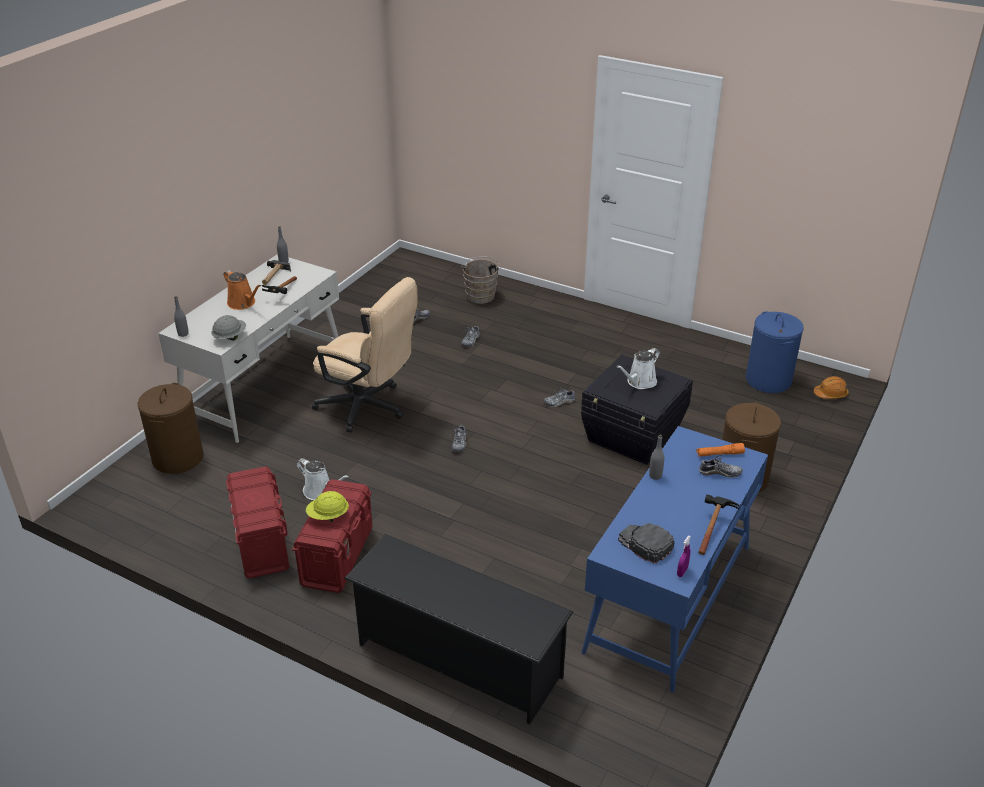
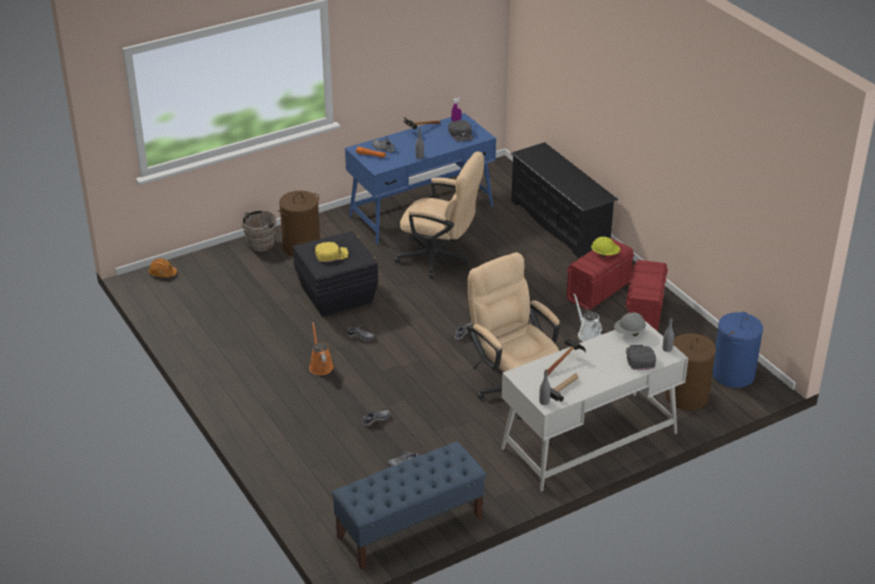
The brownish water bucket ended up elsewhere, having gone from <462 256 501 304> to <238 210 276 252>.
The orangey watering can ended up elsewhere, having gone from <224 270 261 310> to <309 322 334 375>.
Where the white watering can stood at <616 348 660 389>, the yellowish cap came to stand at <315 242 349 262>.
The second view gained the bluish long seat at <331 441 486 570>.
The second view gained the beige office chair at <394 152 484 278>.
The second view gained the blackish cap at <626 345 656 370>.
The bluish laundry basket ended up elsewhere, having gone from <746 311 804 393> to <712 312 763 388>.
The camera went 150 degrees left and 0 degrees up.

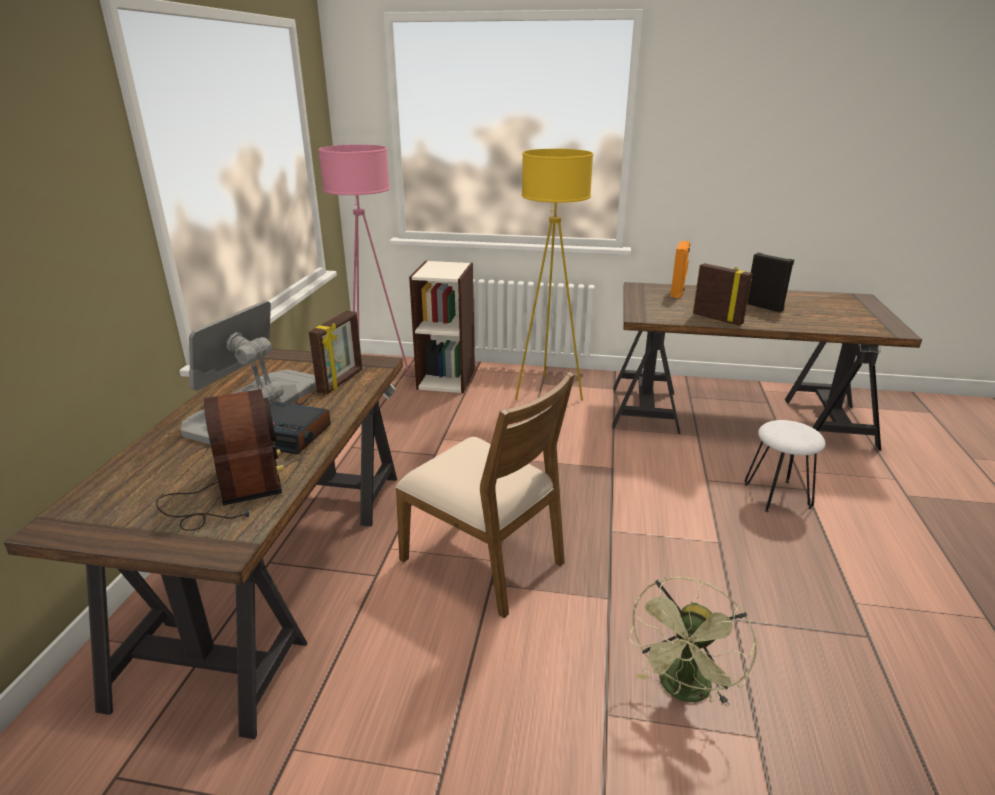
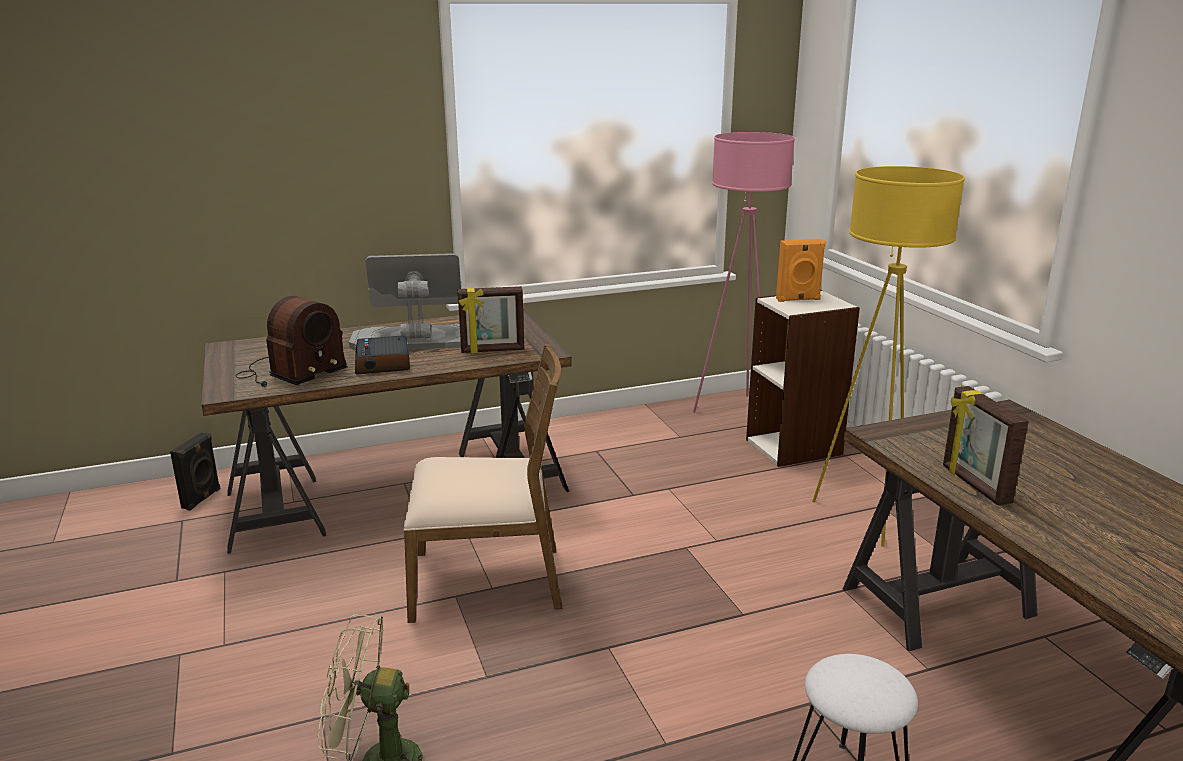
The blackish audio speaker ended up elsewhere, having gone from <747 253 794 312> to <170 432 220 511>.
The brownish plain chair at <395 371 575 618> ended up facing another way, 105 degrees counterclockwise from before.
The orangey audio speaker ended up elsewhere, having gone from <670 241 691 298> to <776 239 826 302>.
The standing frame at <693 263 753 326> ended up facing another way, 150 degrees clockwise from before.
The camera went 60 degrees right and 5 degrees down.

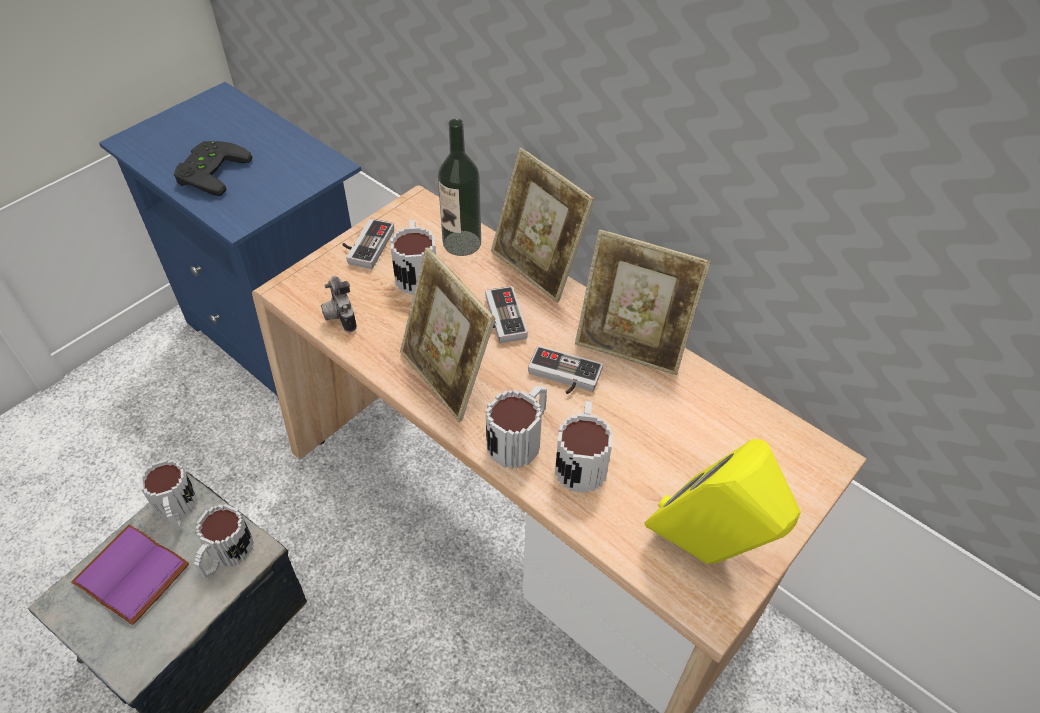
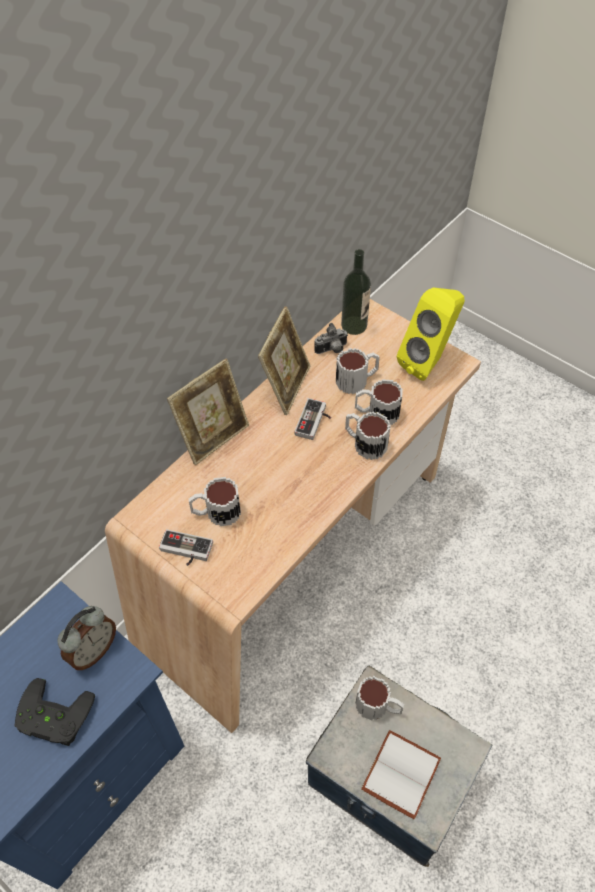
The second view gained the alarm clock at <57 606 116 670>.
The photo camera ended up elsewhere, having gone from <321 276 357 332> to <314 323 348 354>.
The tea mug ended up elsewhere, having gone from <140 459 197 531> to <336 348 380 394>.
The bottle ended up elsewhere, having gone from <438 119 481 256> to <341 249 371 335>.
What was the purplish bound book at <71 525 189 625> turned into the white bound book at <361 730 441 819>.
The second view lost the standing frame at <400 247 496 422>.
The second view lost the joypad at <485 286 528 343>.
The camera went 90 degrees left and 5 degrees up.

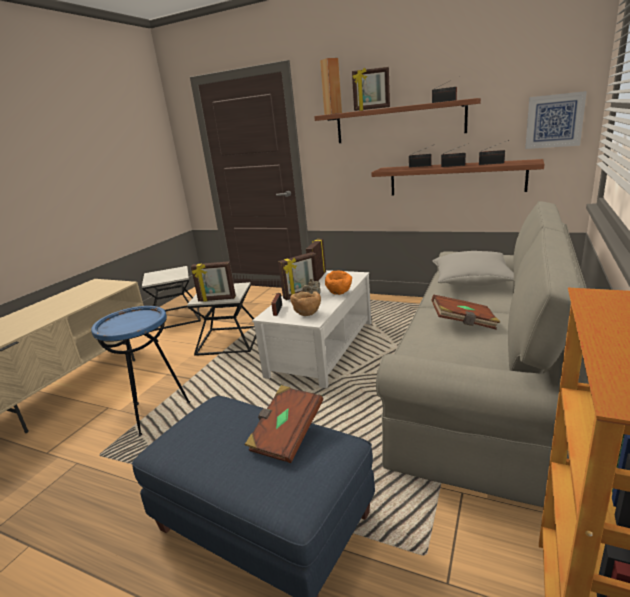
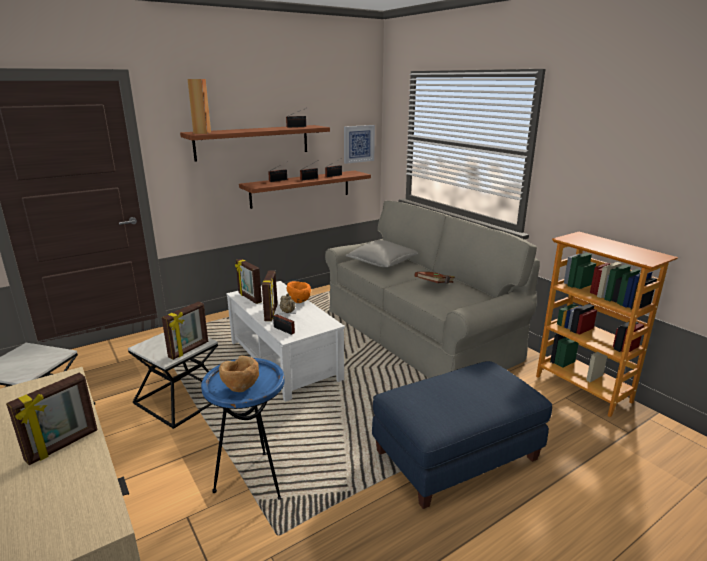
The standing frame ended up elsewhere, having gone from <352 67 390 111> to <6 372 98 465>.
The brownish bowl ended up elsewhere, having gone from <290 291 321 316> to <219 356 259 392>.
The second view lost the brownish bound book at <245 385 323 463>.
The camera went 60 degrees left and 0 degrees up.

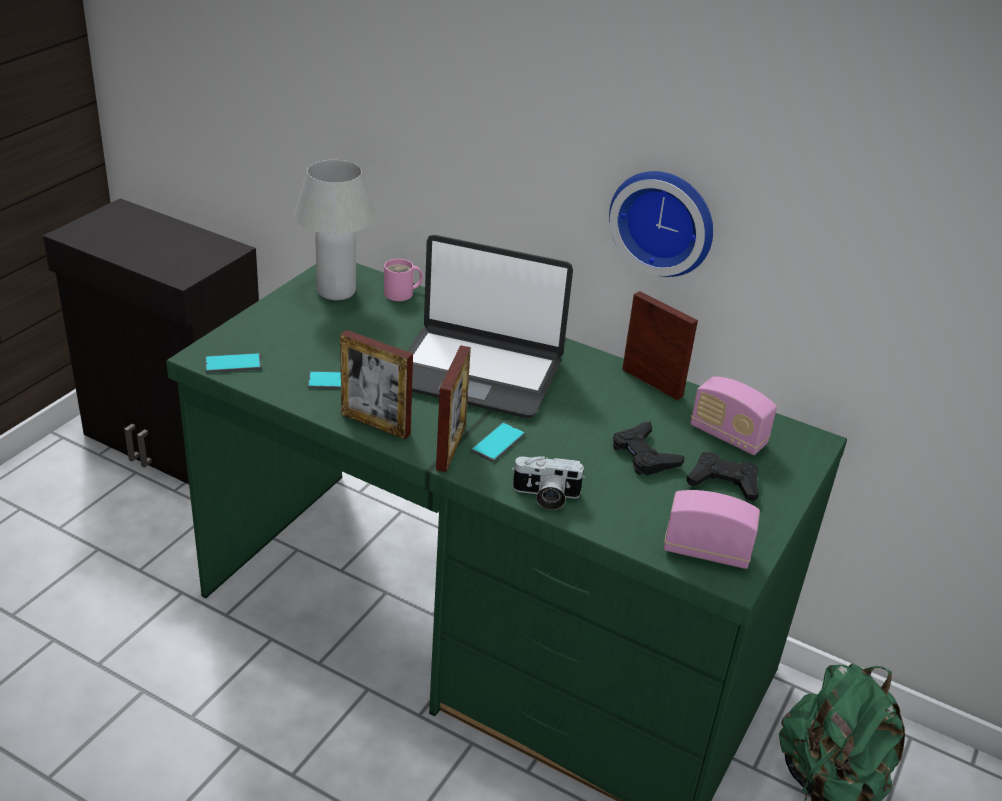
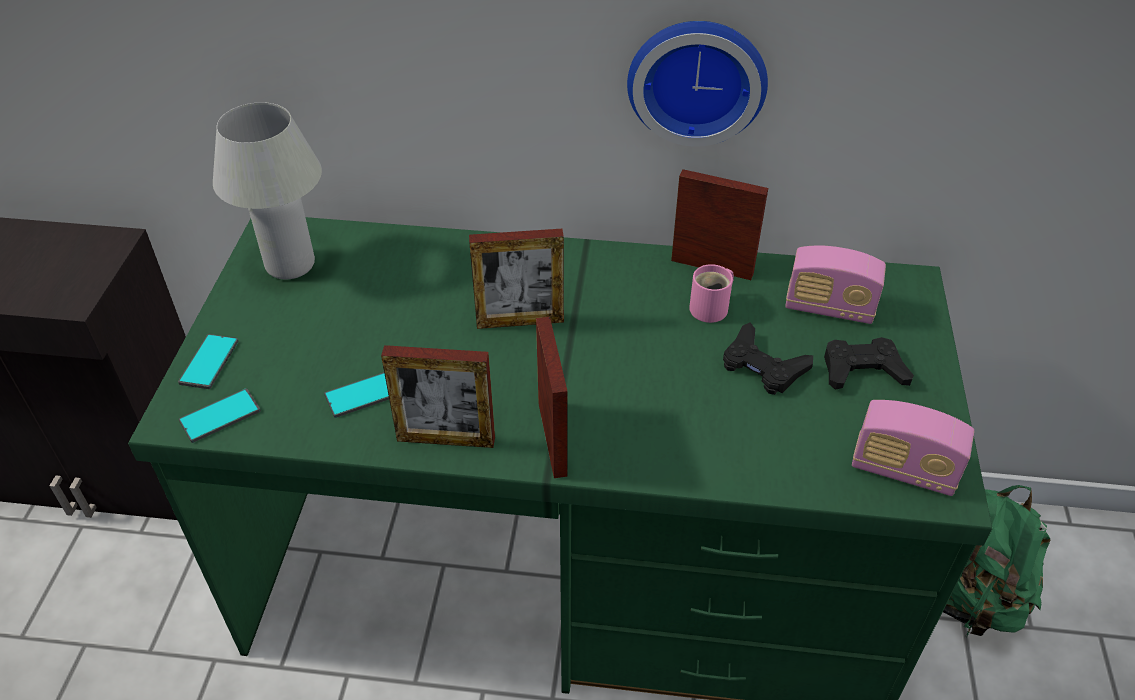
The phone ended up elsewhere, having gone from <471 422 525 462> to <178 334 239 389>.
Where the notebook computer stood at <407 235 573 418>, the standing frame came to stand at <469 229 564 329>.
The pink tea mug ended up elsewhere, having gone from <384 259 423 301> to <689 264 734 323>.
The radio receiver at <664 490 760 569> ended up facing another way, 150 degrees counterclockwise from before.
The second view lost the photo camera at <512 456 585 510>.
The camera went 20 degrees left and 10 degrees up.

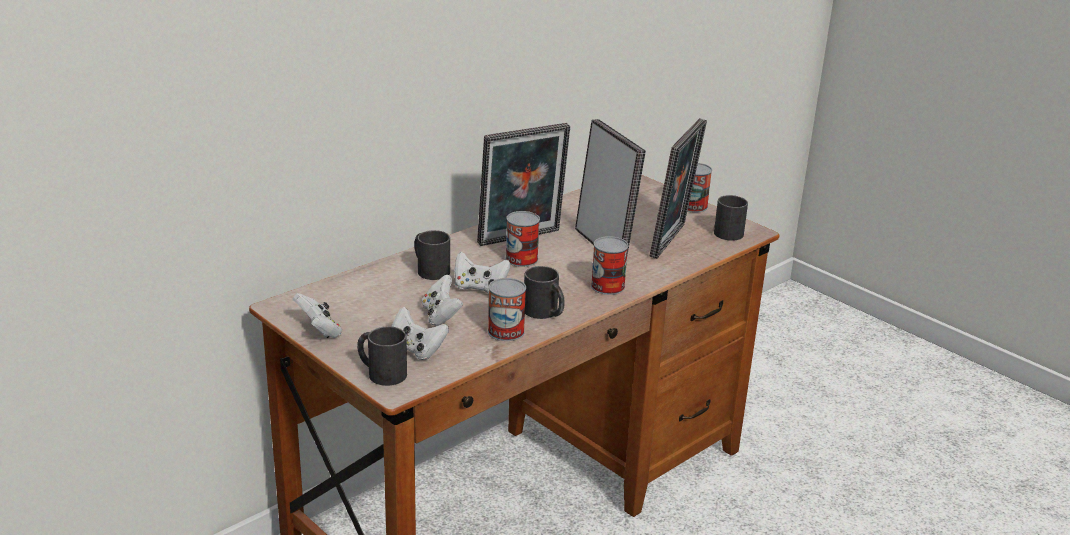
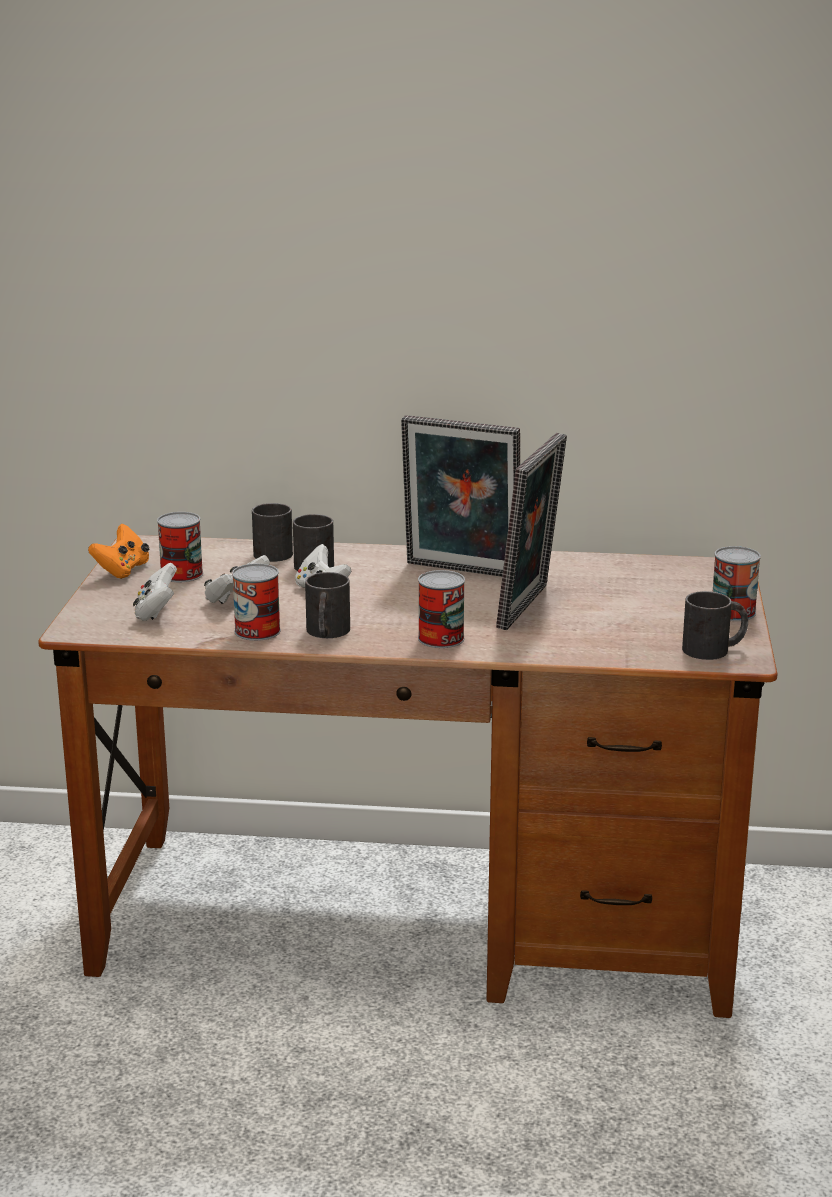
What was the white joypad at <293 293 342 338> turned into the orangey joypad at <88 524 149 579>.
The sealed can ended up elsewhere, having gone from <505 211 540 267> to <157 512 203 582>.
The blackish tea mug ended up elsewhere, having gone from <357 326 407 386> to <252 503 293 562>.
The second view lost the standing frame at <649 118 707 259>.
The camera went 50 degrees right and 5 degrees down.

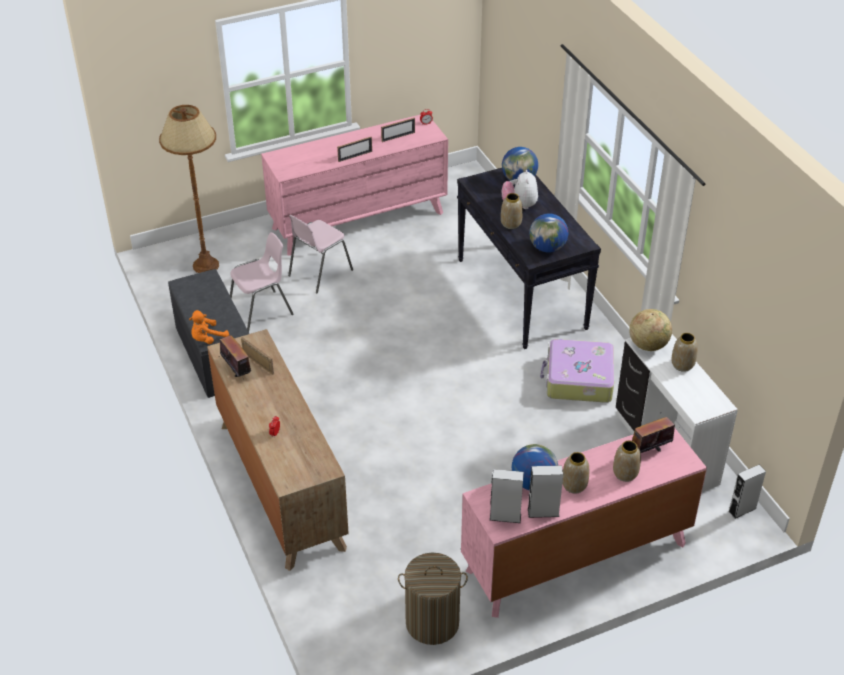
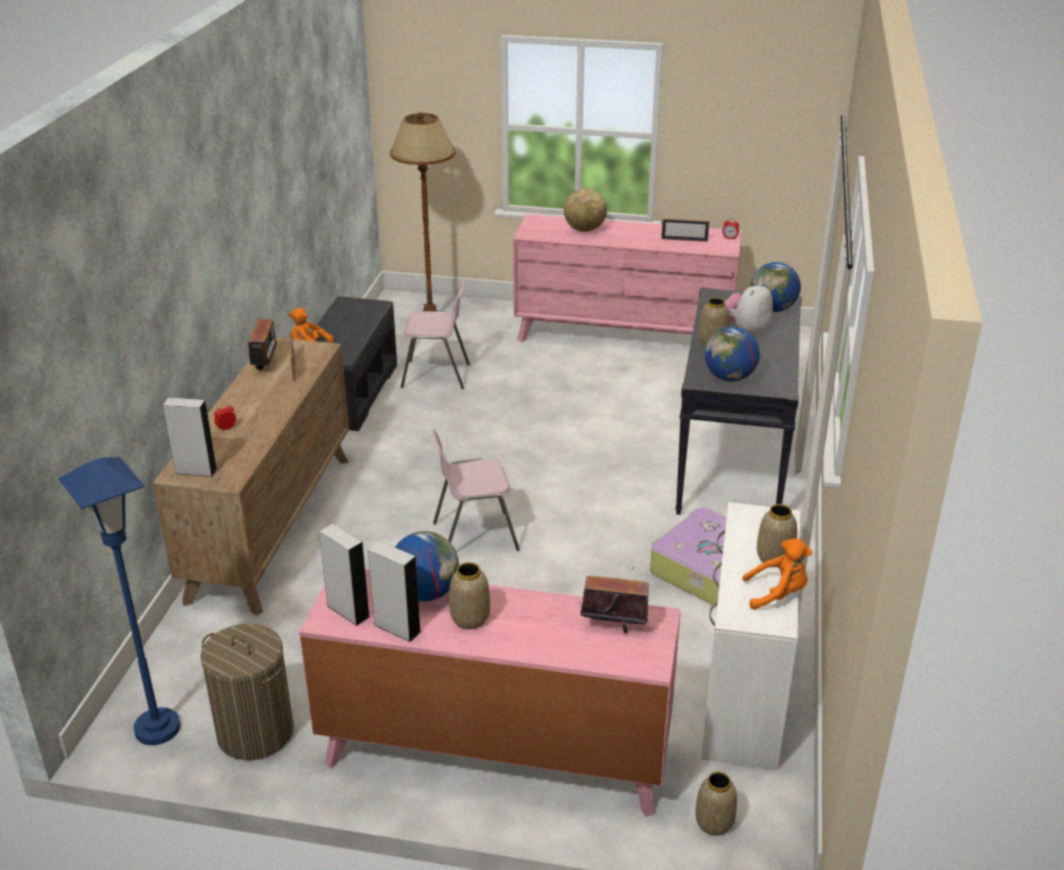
The second view gained the bluish standard lamp at <59 457 180 745>.
The grey audio speaker ended up elsewhere, having gone from <728 465 766 518> to <163 397 217 477>.
The pink plain chair ended up elsewhere, having gone from <288 215 353 293> to <431 429 520 551>.
The desk globe ended up elsewhere, having gone from <629 309 672 351> to <564 188 607 232>.
The decorative vase ended up elsewhere, having gone from <613 441 641 482> to <695 772 737 836>.
The second view gained the orangey soft toy at <742 539 812 610>.
The second view lost the standing frame at <337 137 372 162>.
The camera went 35 degrees right and 10 degrees down.

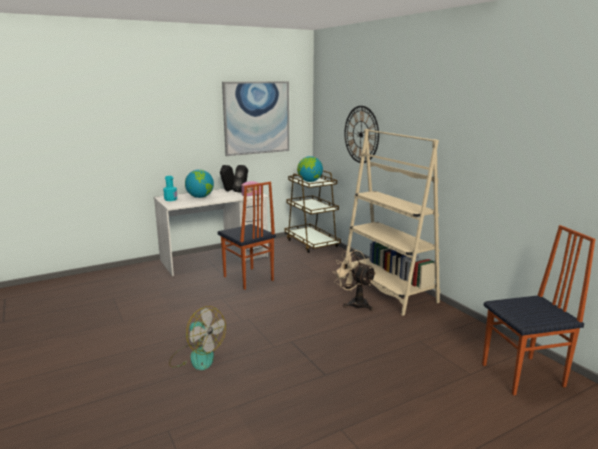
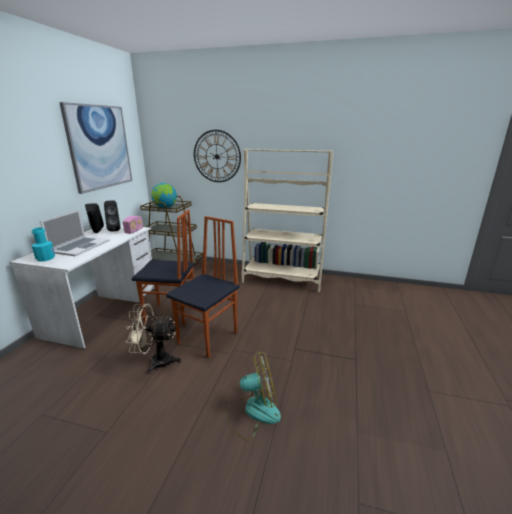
Where the desk globe stood at <185 169 214 198>, the notebook computer came to stand at <40 210 110 257>.
The beige electric fan ended up elsewhere, having gone from <333 249 376 311> to <125 304 181 374>.
The plain chair ended up elsewhere, having gone from <482 225 596 395> to <166 216 240 358>.
The camera went 45 degrees left and 5 degrees up.

